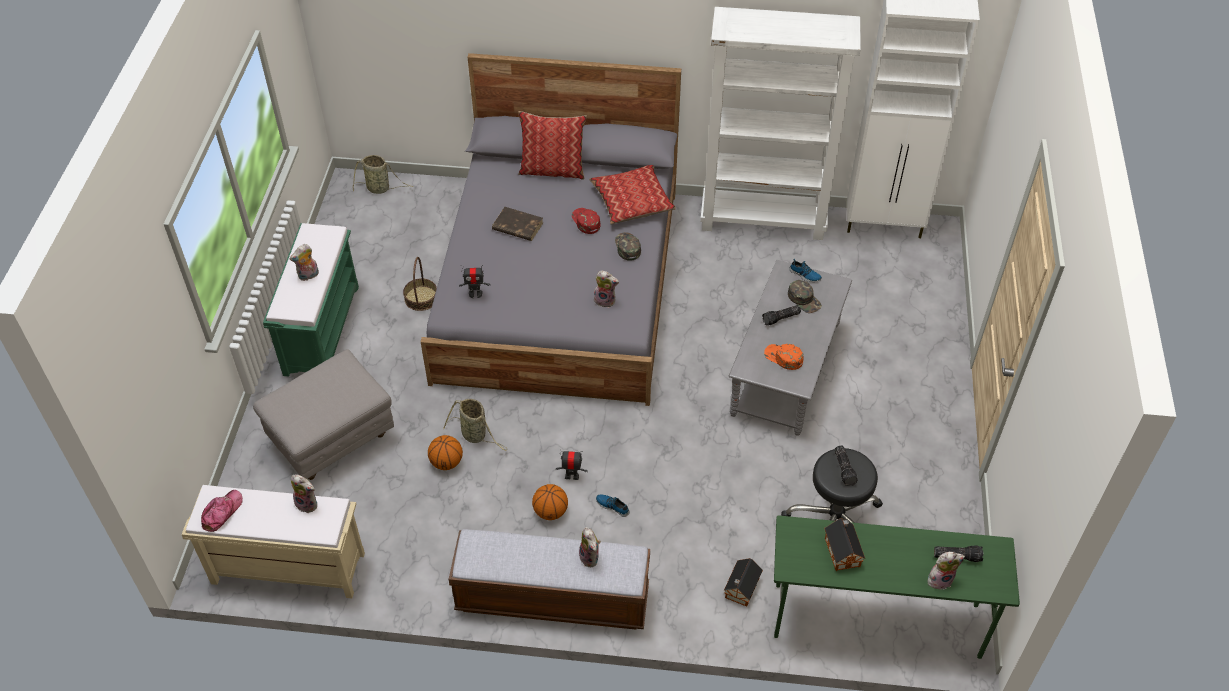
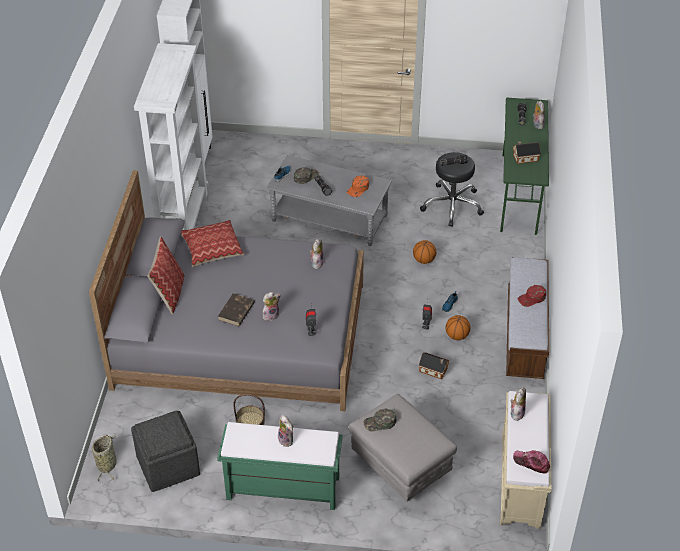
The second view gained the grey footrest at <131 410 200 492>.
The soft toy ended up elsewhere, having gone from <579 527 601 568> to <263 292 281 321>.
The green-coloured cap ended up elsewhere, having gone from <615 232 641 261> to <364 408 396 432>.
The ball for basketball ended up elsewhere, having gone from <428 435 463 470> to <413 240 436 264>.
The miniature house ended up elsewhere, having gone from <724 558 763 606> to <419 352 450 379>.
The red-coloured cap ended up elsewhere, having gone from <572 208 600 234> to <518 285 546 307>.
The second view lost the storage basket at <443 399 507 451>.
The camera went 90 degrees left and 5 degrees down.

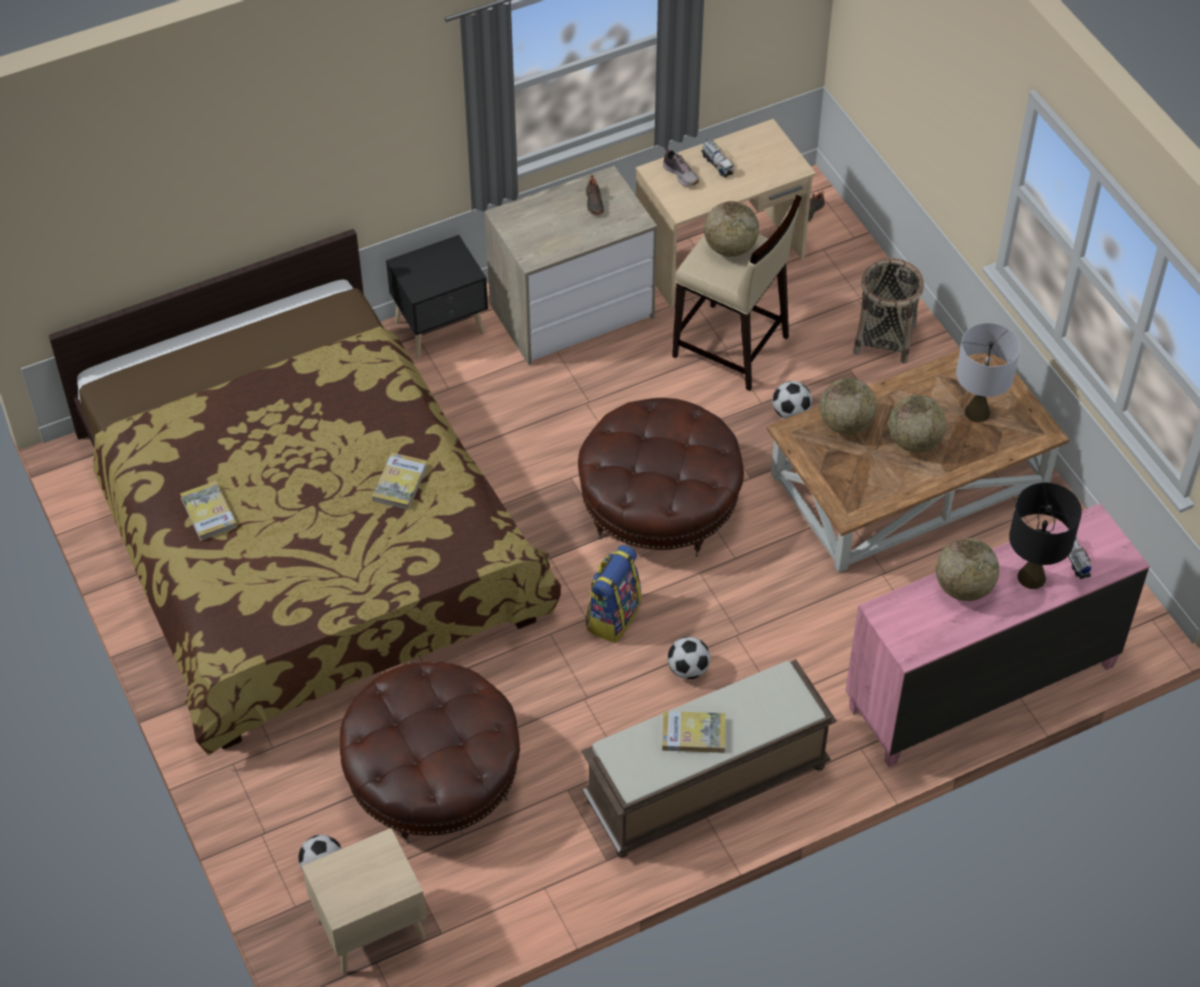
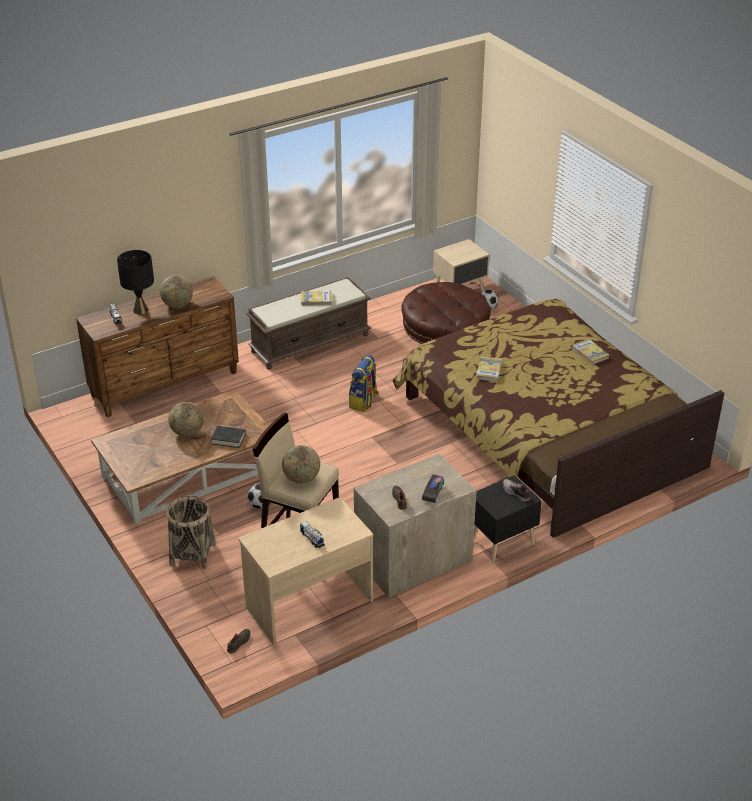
What was the pink drawer chest at <845 504 1150 767> turned into the brownish drawer chest at <76 276 239 417>.
Where the desk globe stood at <820 378 877 435>, the blackish bound book came to stand at <211 426 246 448>.
The second view gained the toy truck at <422 474 444 503>.
The low shoe ended up elsewhere, having gone from <663 147 699 186> to <503 479 531 502>.
The second view lost the brownish footrest at <578 398 744 556>.
The second view lost the football at <668 637 710 679>.
The second view lost the grey tabletop lamp at <956 323 1020 422>.
The camera went 175 degrees right and 15 degrees down.

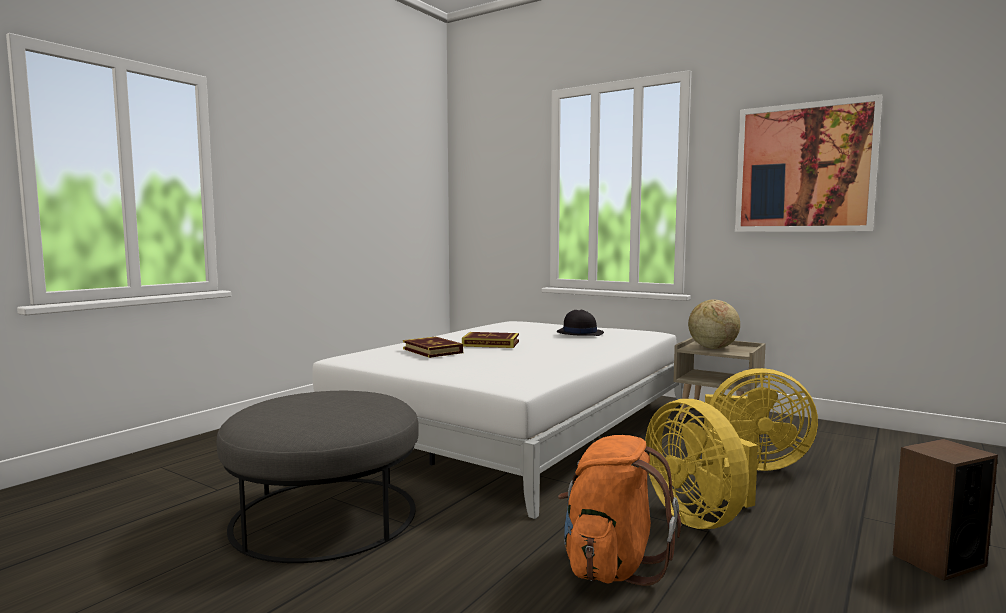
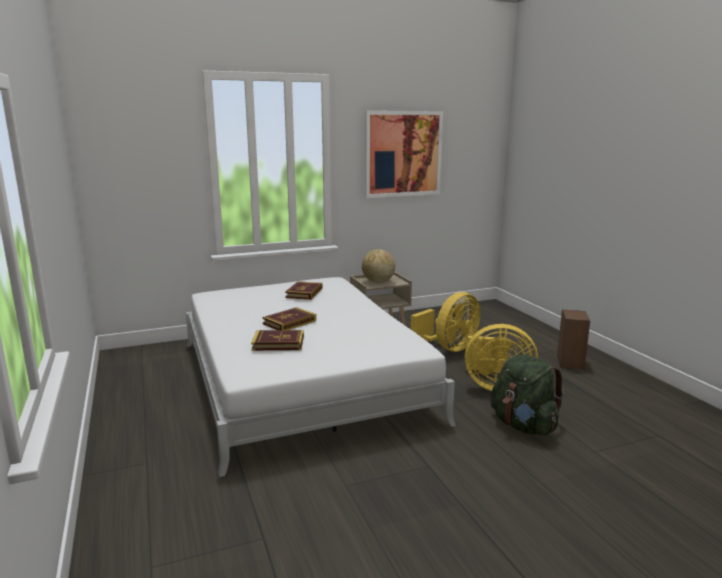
Where the blackish wearable hat stood at <557 310 604 336>, the bound book came to stand at <285 281 322 300>.
What was the orangey backpack at <558 435 681 586> turned into the green-coloured backpack at <491 354 564 436>.
The second view lost the grey footrest at <217 391 419 563>.
The camera went 55 degrees left and 10 degrees up.

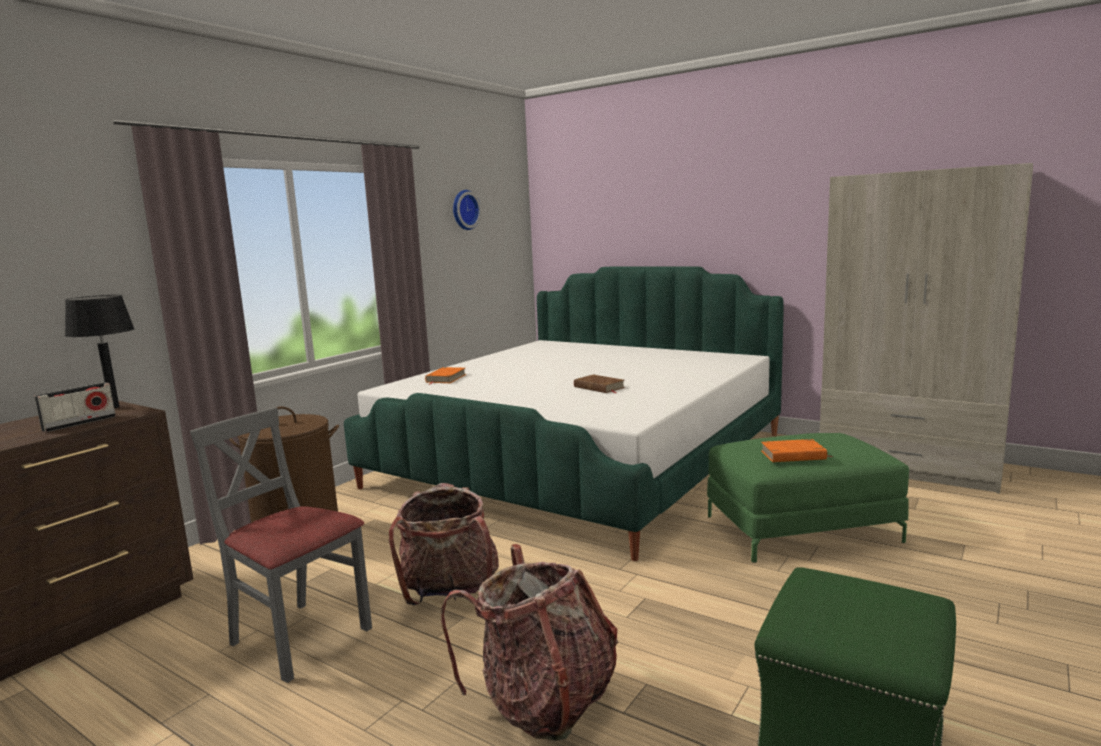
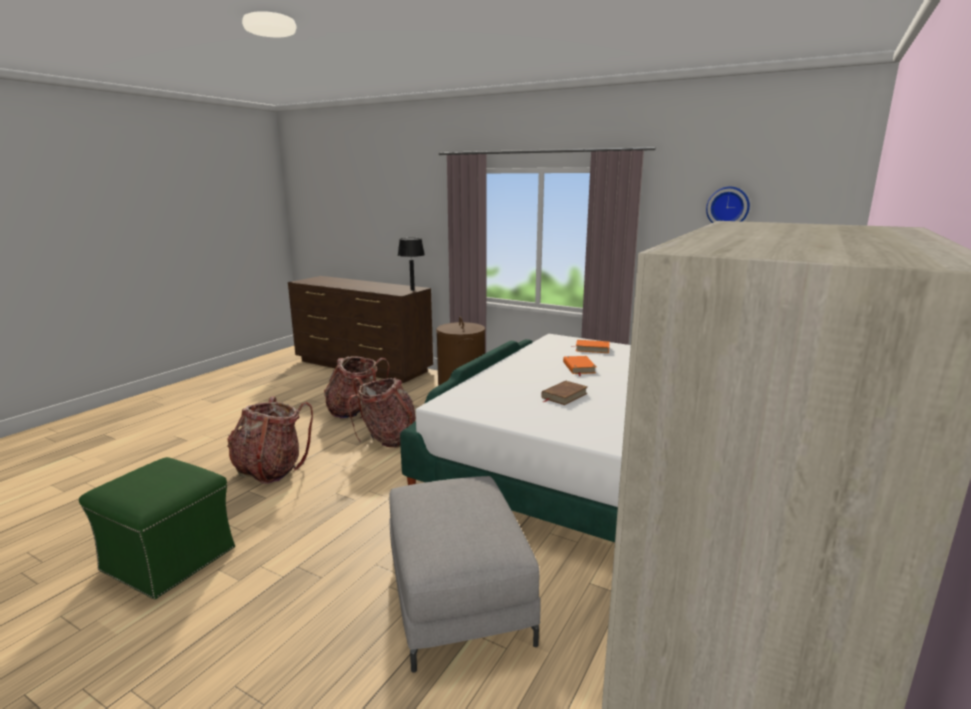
Where the grey plain chair stood at <190 408 372 683>, the backpack came to stand at <324 356 389 419>.
What was the green-coloured footrest at <707 433 909 563> turned into the grey footrest at <389 476 540 673>.
The orangey bound book ended up elsewhere, having gone from <761 439 832 462> to <563 356 596 376>.
The second view lost the radio receiver at <34 382 116 432>.
The camera went 85 degrees right and 5 degrees up.

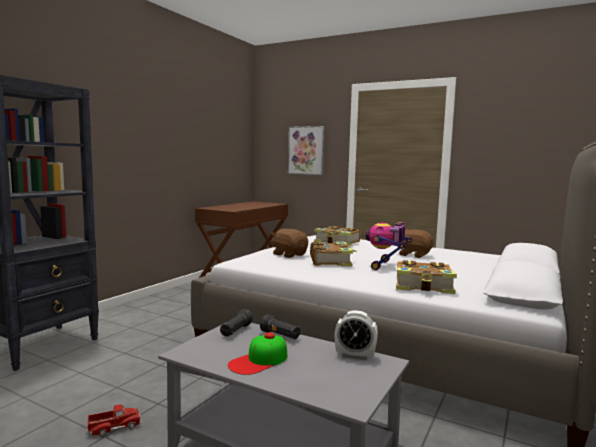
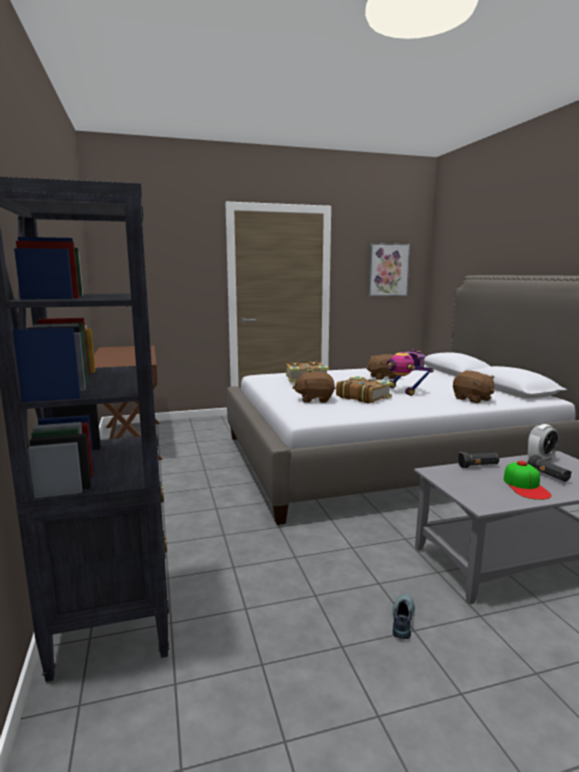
The picture ended up elsewhere, having gone from <288 126 325 175> to <368 243 410 296>.
Where the toy truck stood at <87 404 142 437>, the low shoe came to stand at <392 594 415 639>.
Where the bound book stood at <396 260 457 294>, the brownish soft toy came to stand at <453 371 495 403>.
The blackish flashlight ended up elsewhere, having gone from <220 309 253 337> to <527 455 572 482>.
The camera went 45 degrees left and 5 degrees up.

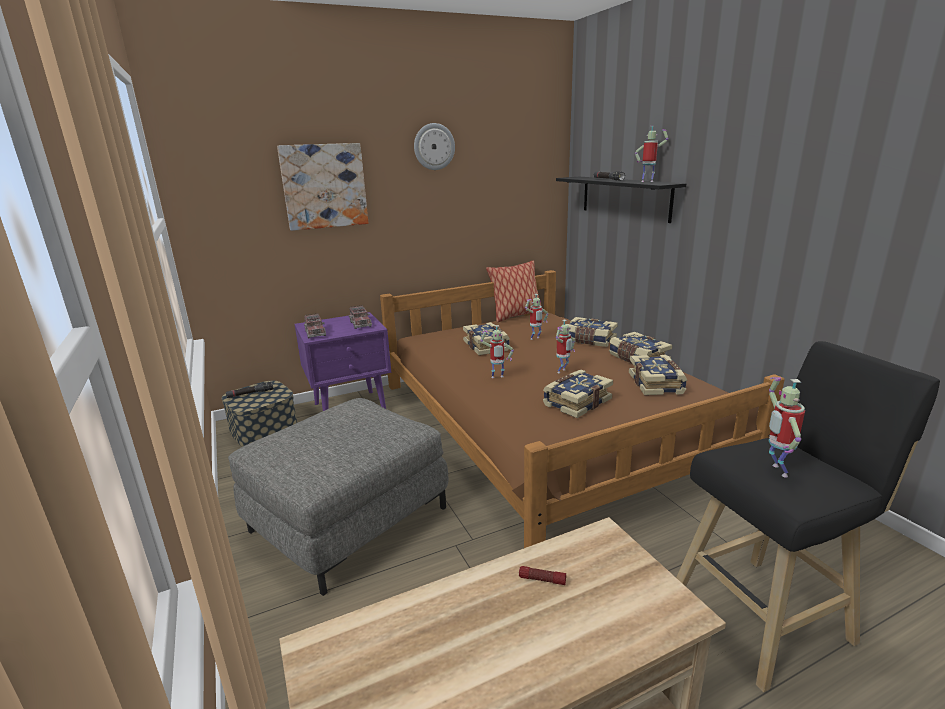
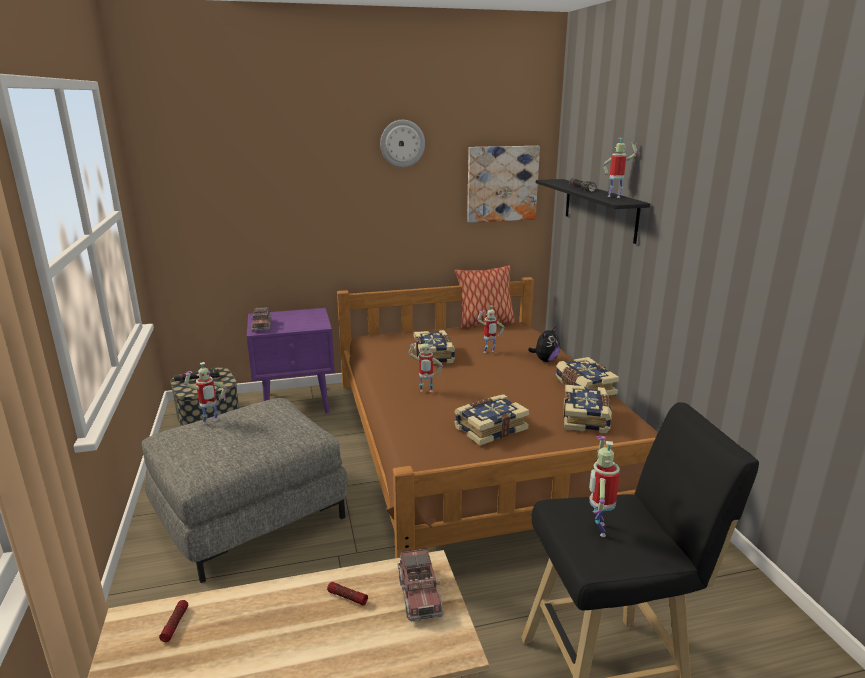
The second view gained the flashlight at <159 600 188 642>.
The robot figure ended up elsewhere, having gone from <556 320 575 373> to <184 362 226 424>.
The toy truck ended up elsewhere, having gone from <349 305 372 329> to <398 548 444 622>.
The picture ended up elsewhere, having gone from <277 143 368 231> to <467 146 540 223>.
Where the bound book stood at <567 317 618 347>, the soft toy came to stand at <528 326 560 362>.
The camera went 10 degrees right and 0 degrees up.

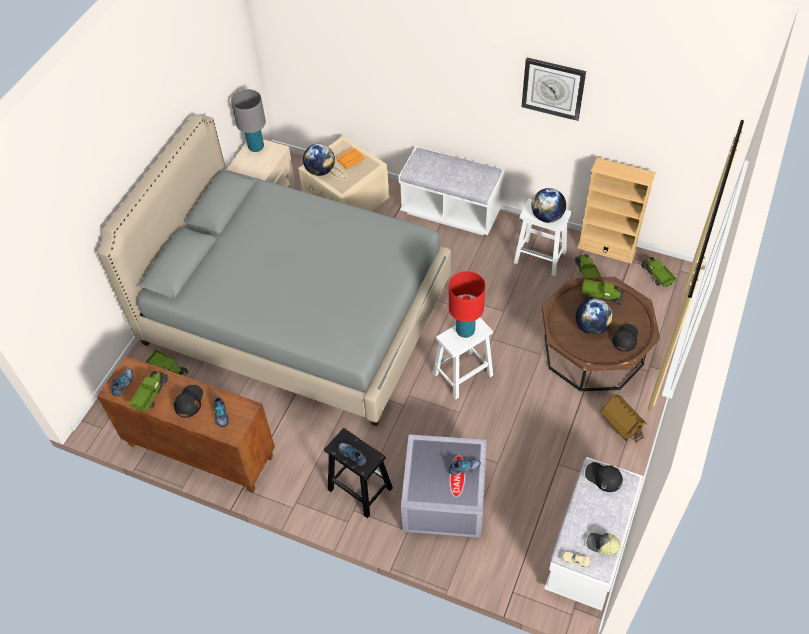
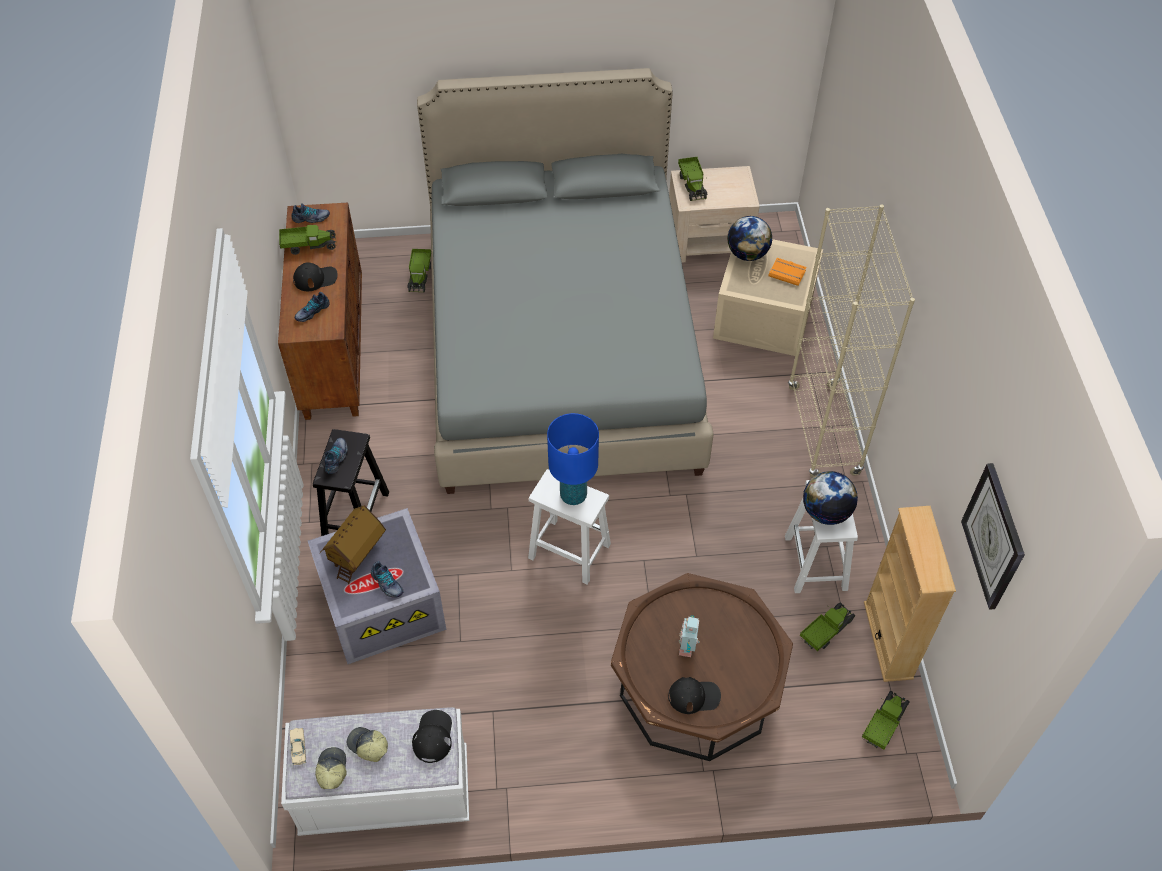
The miniature house ended up elsewhere, having gone from <600 394 648 443> to <320 505 386 585>.
The second view gained the cap at <347 727 388 762>.
What was the red-coloured tabletop lamp at <449 271 485 338> turned into the bluish tabletop lamp at <547 413 599 505>.
The toy truck ended up elsewhere, having gone from <581 279 624 305> to <678 157 707 201>.
Where the desk globe stood at <575 298 613 335>, the robot figure came to stand at <679 615 700 657>.
Where the white long seat stood at <398 146 505 235>, the beige bookshelf came to stand at <788 205 915 478>.
The clock on the wall ended up elsewhere, having gone from <522 58 586 121> to <961 463 1025 610>.
The second view lost the grey tabletop lamp at <231 89 266 152>.
The camera went 60 degrees right and 0 degrees up.

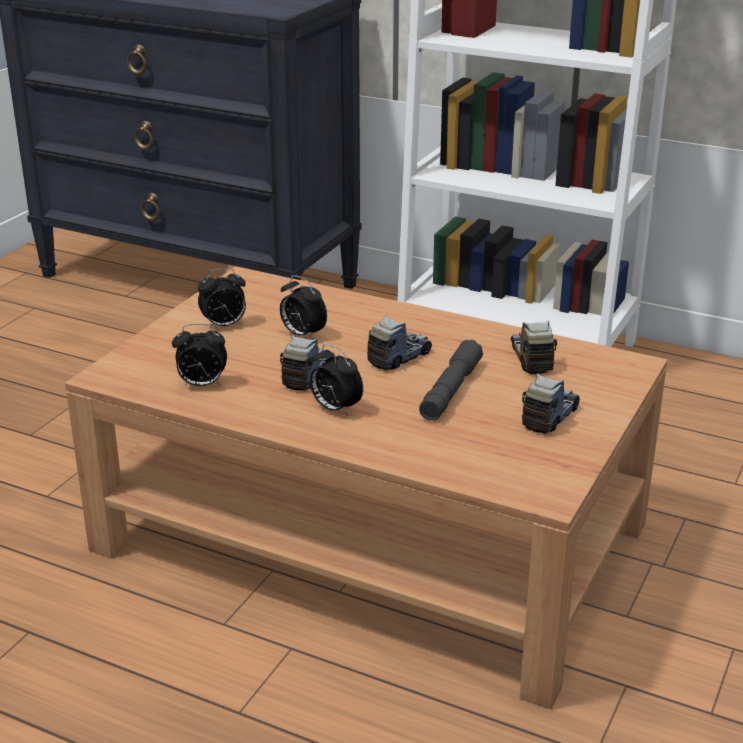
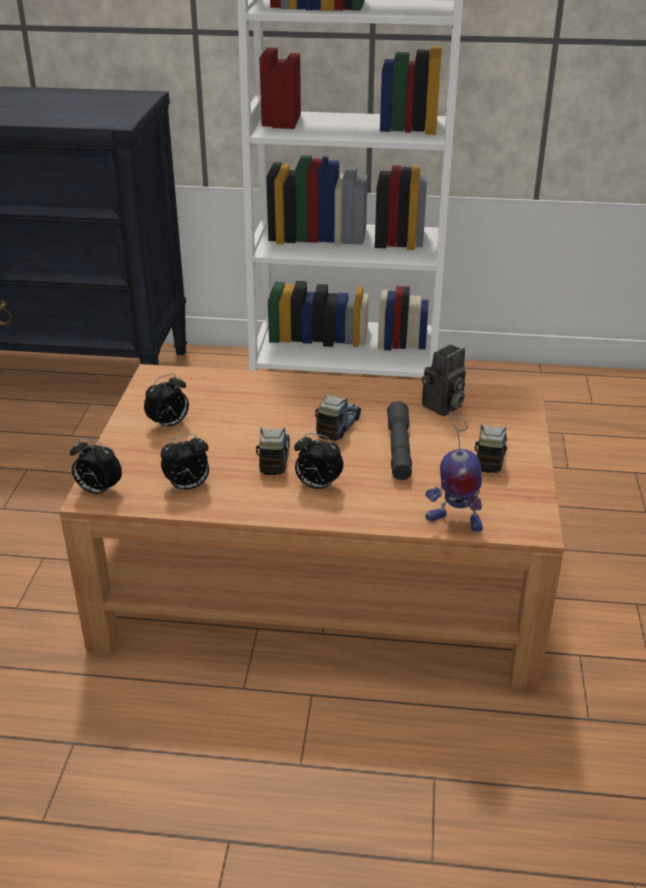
The alarm clock ended up elsewhere, having gone from <280 275 327 340> to <70 438 122 496>.
Where the toy truck stood at <511 320 557 374>, the photo camera came to stand at <422 344 466 416>.
The second view gained the robot figure at <425 411 483 532>.
The camera went 20 degrees left and 5 degrees up.

